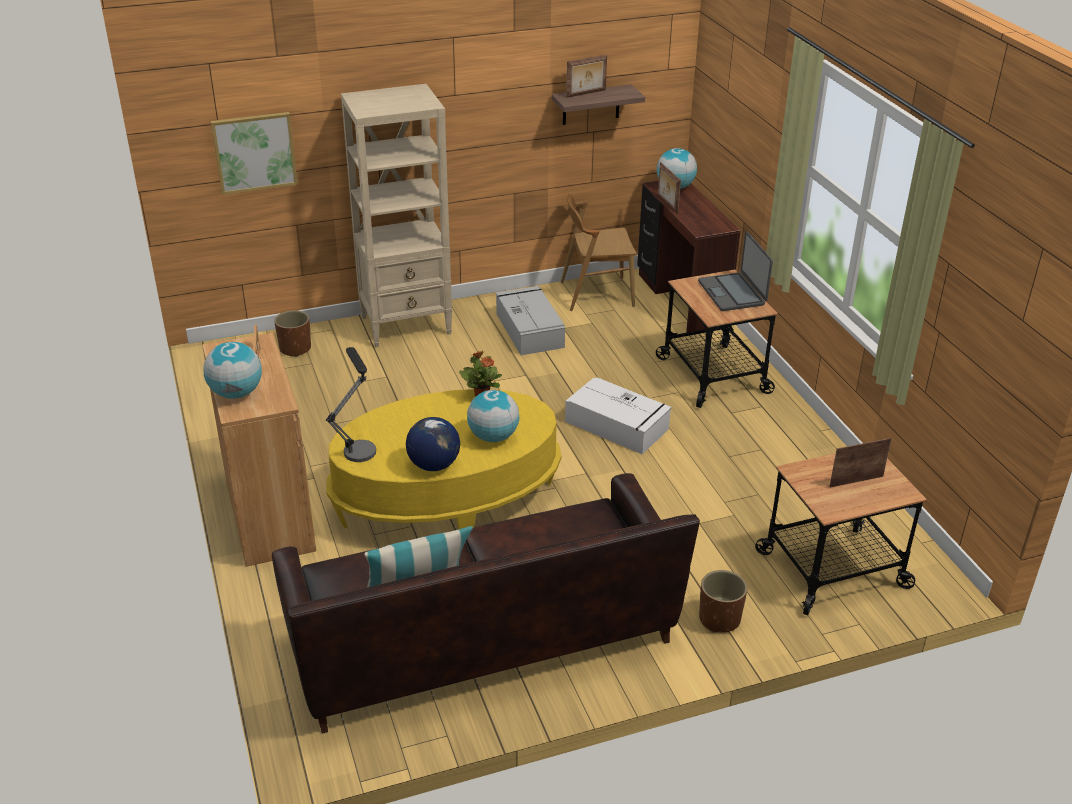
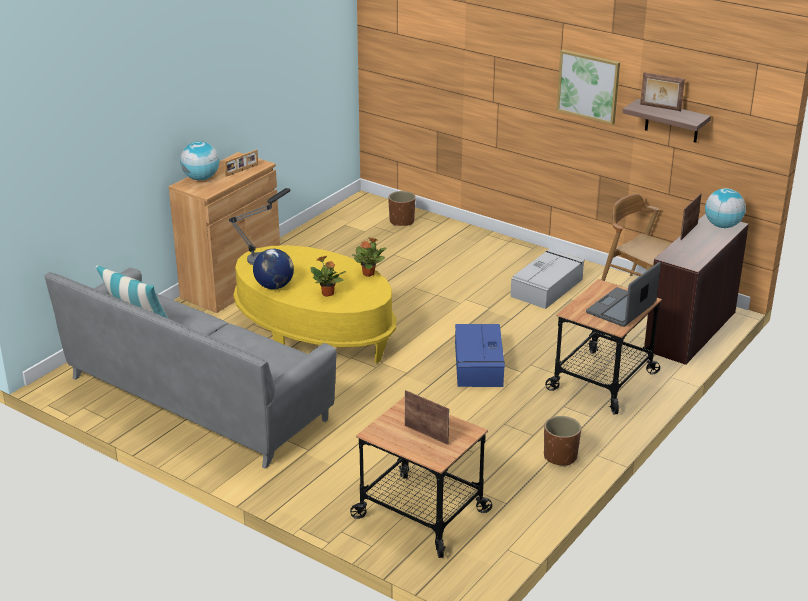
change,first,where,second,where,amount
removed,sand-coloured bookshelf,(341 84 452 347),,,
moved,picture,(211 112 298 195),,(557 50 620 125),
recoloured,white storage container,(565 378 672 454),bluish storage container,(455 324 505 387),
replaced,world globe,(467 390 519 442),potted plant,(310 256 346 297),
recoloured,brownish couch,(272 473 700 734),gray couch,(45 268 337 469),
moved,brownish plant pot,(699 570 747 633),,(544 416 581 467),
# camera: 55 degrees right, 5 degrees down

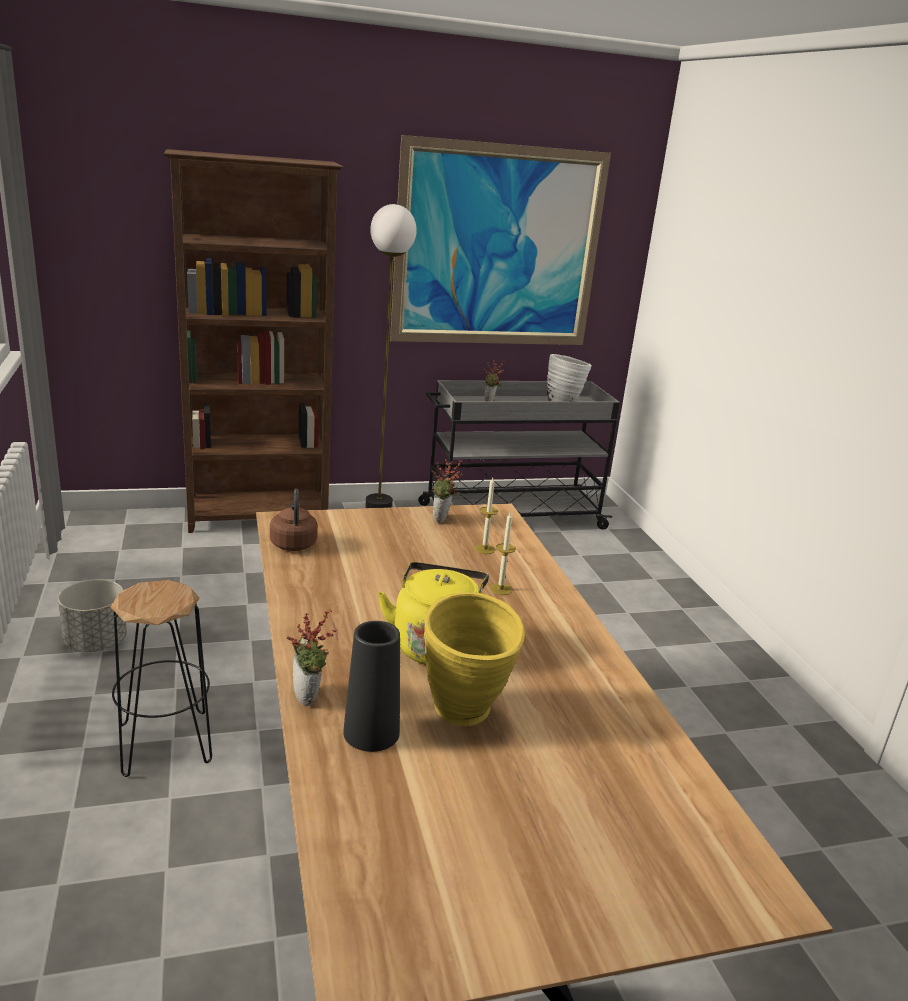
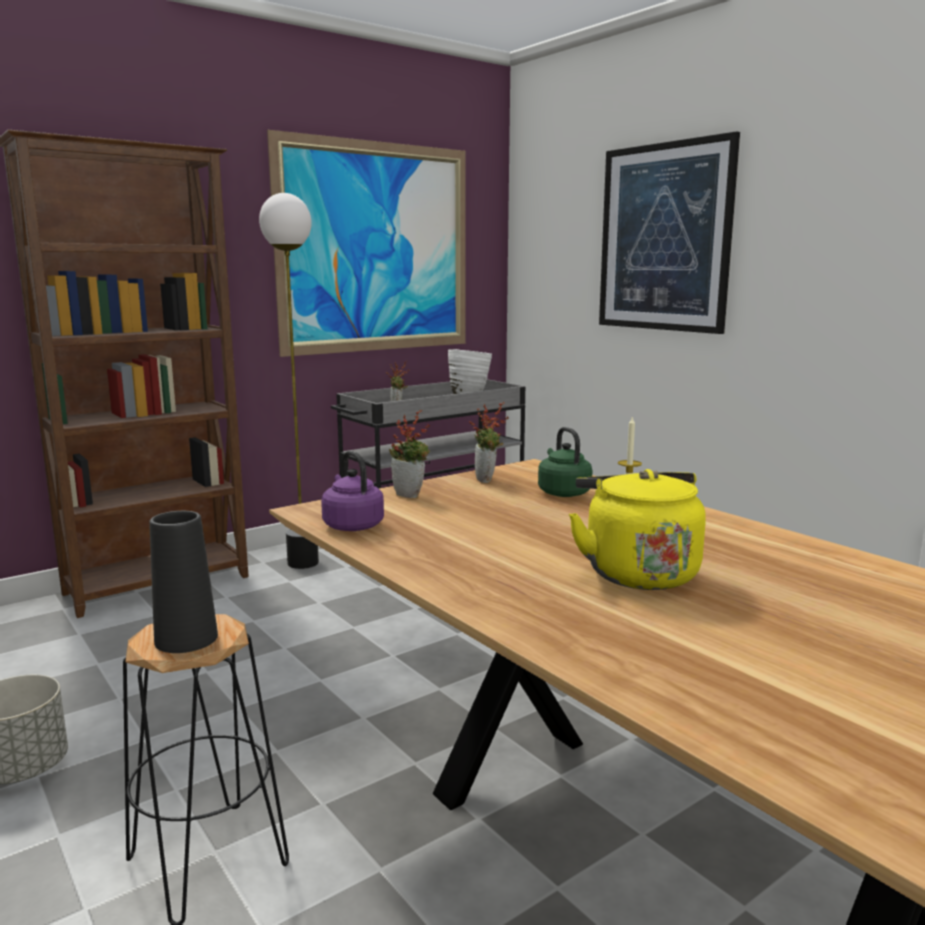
change,first,where,second,where,amount
replaced,wax candle,(474 478 498 554),green water kettle,(538 427 592 497),
recoloured,brownish water kettle,(270 489 318 551),purple water kettle,(321 451 384 531),
removed,yellow-coloured flower vase,(424 592 525 727),,,
moved,potted plant,(286 610 338 706),,(389 410 430 498),
moved,blackish flower vase,(343 621 400 752),,(150 511 218 653),
added,,,picture,(599 131 740 334),
# camera: 20 degrees left, 10 degrees down

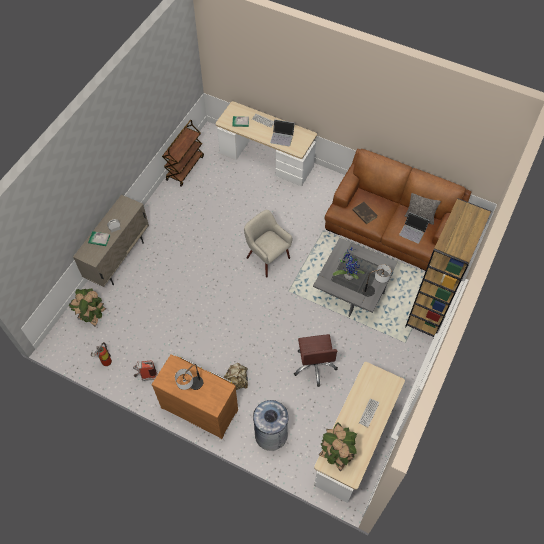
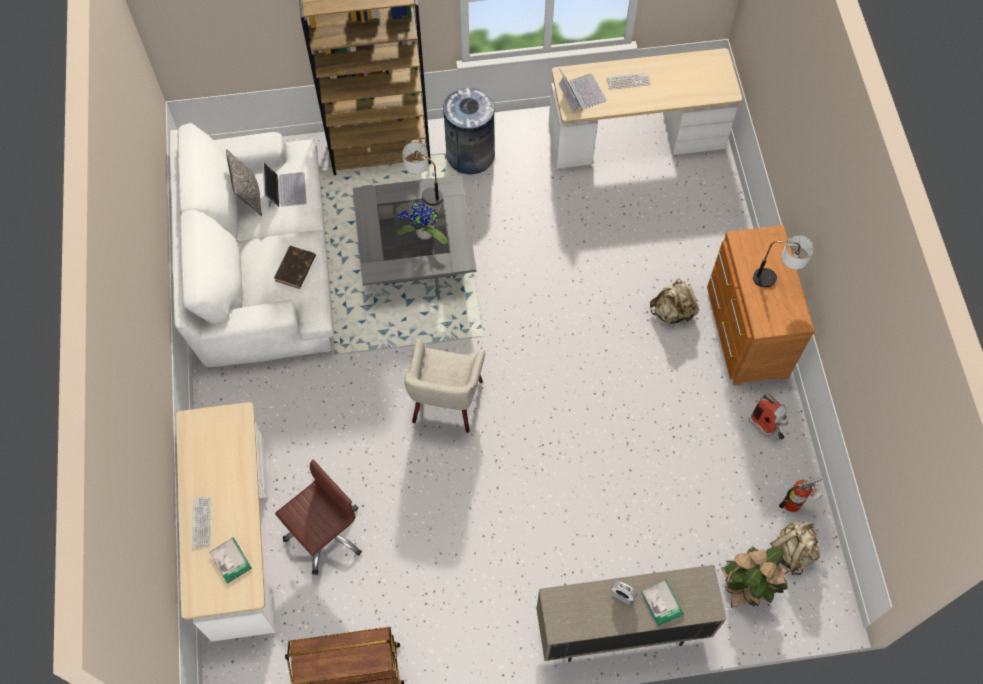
change,first,where,second,where,amount
moved,notebook computer,(270 119 295 146),,(559 69 607 112),
recoloured,brownish couch,(325 149 471 271),white couch,(170 123 334 367),
moved,brownish computer chair,(294 334 338 387),,(275 459 362 575),
moved,gray trash can,(253 400 289 451),,(443 87 495 175),
removed,potted plant,(318 423 357 472),,,
added,,,sand-coloured rucksack,(770 521 820 575),
# camera: 125 degrees left, 5 degrees up

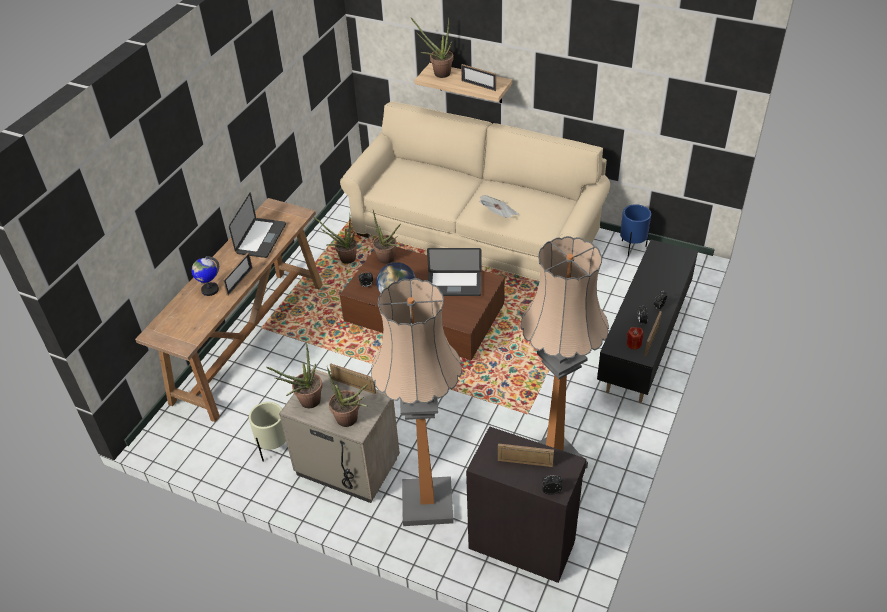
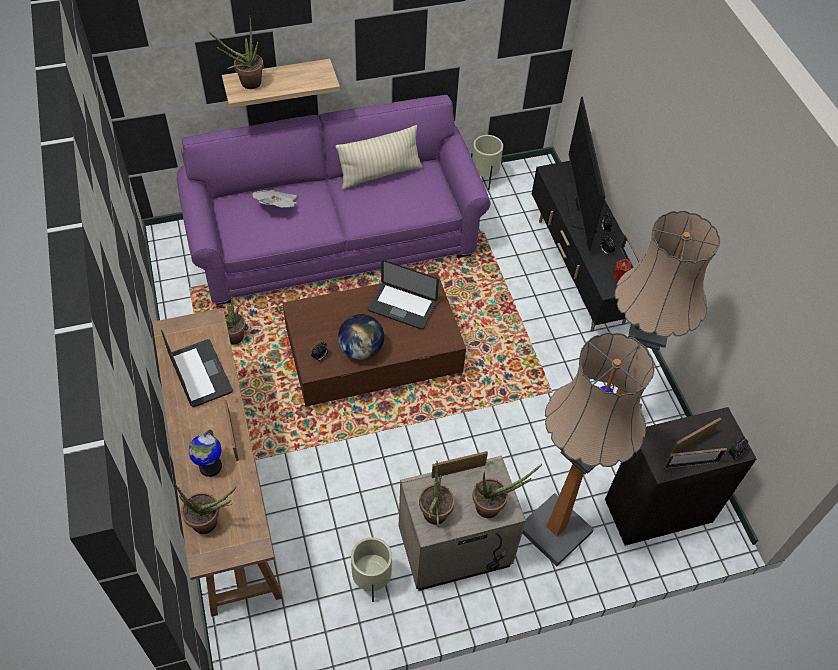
change,first,where,second,where,amount
moved,photo frame,(461 64 496 91),,(664 448 727 469),
recoloured,sand-coloured couch,(340 101 610 281),purple couch,(177 95 491 305),
moved,newspaper,(479 195 519 218),,(252 190 297 208),
recoloured,bluish plant pot,(620 204 651 256),sand-coloured plant pot,(471 135 503 190),
moved,potted plant,(372 210 401 264),,(175 484 237 534),
turned,notebook computer,(427 248 482 296),,(367 260 439 330),60 degrees clockwise
added,,,TV set,(564 97 605 250),
added,,,sand-coloured pillow,(336 125 423 190),
# camera: 45 degrees left, 10 degrees up

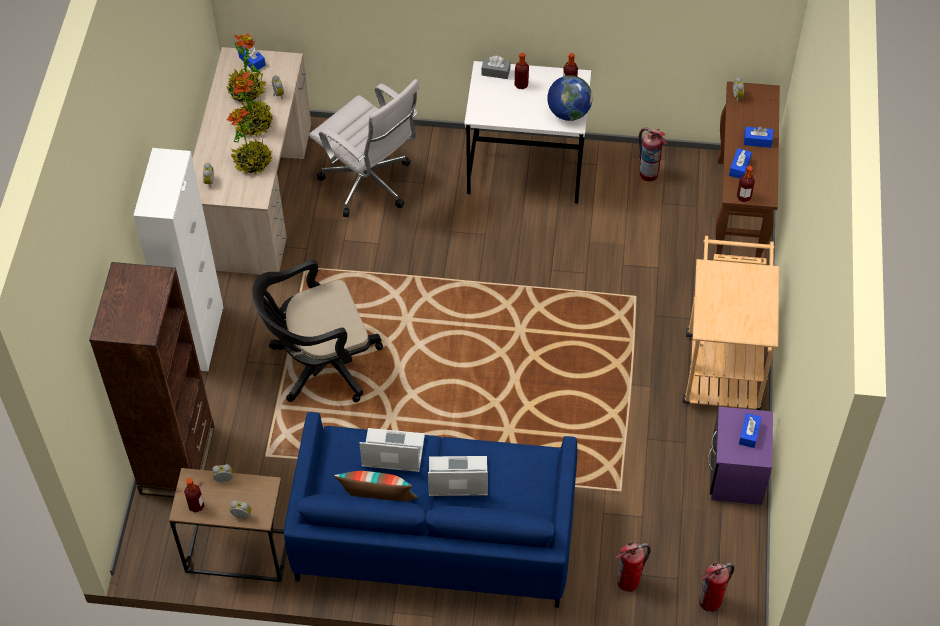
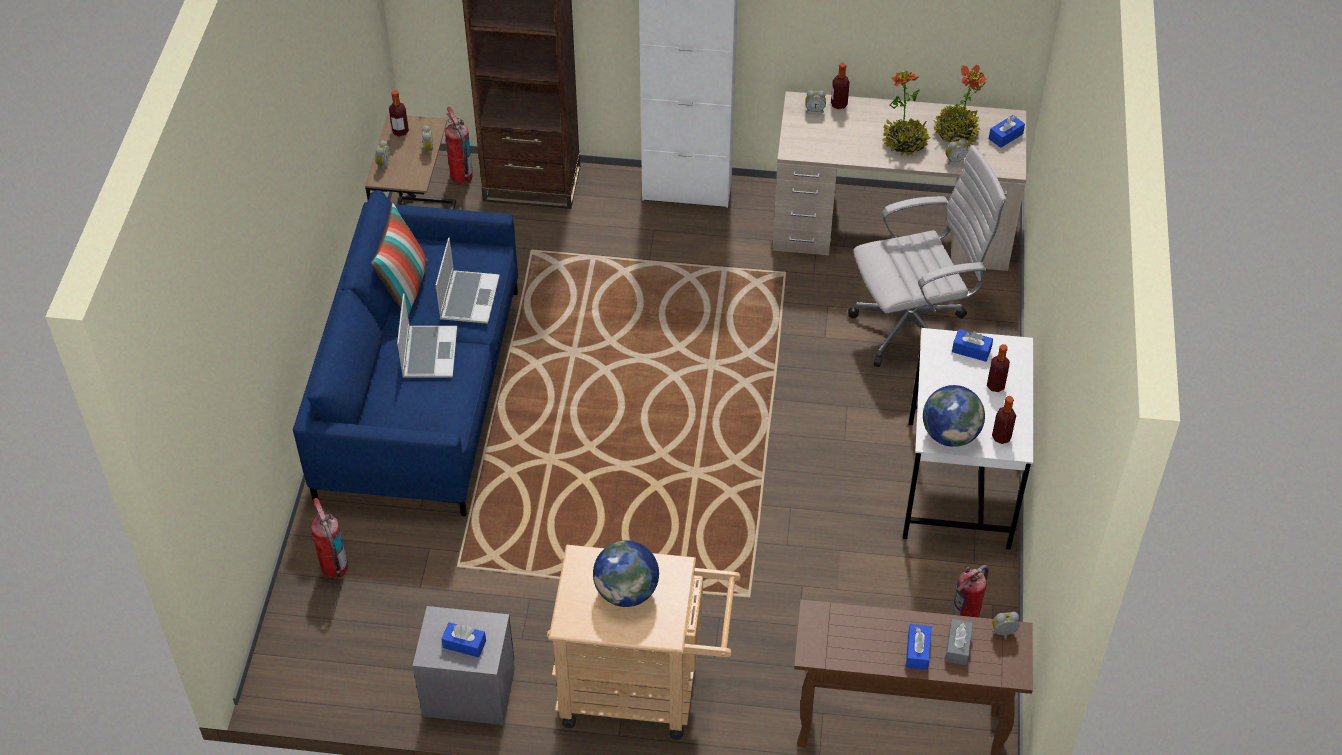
change,first,where,second,where,amount
moved,gray tissue holder,(481 56 511 79),,(945 619 973 665),
turned,white computer chair,(309 79 419 217),,(848 145 1007 367),150 degrees counterclockwise
removed,potted plant,(227 109 272 175),,,
moved,bluish tissue holder,(729 148 752 179),,(952 329 993 362),
moved,beverage bottle,(737 166 755 202),,(831 63 850 109),
removed,blackish computer chair,(252 260 383 402),,,
recoloured,purple bedside table,(708 407 773 505),gray bedside table,(412 606 515 725),
moved,fire-fighting cylinder,(699 561 735 612),,(445 107 473 184),
added,,,world globe,(593 540 659 607),
# camera: 90 degrees right, 5 degrees down

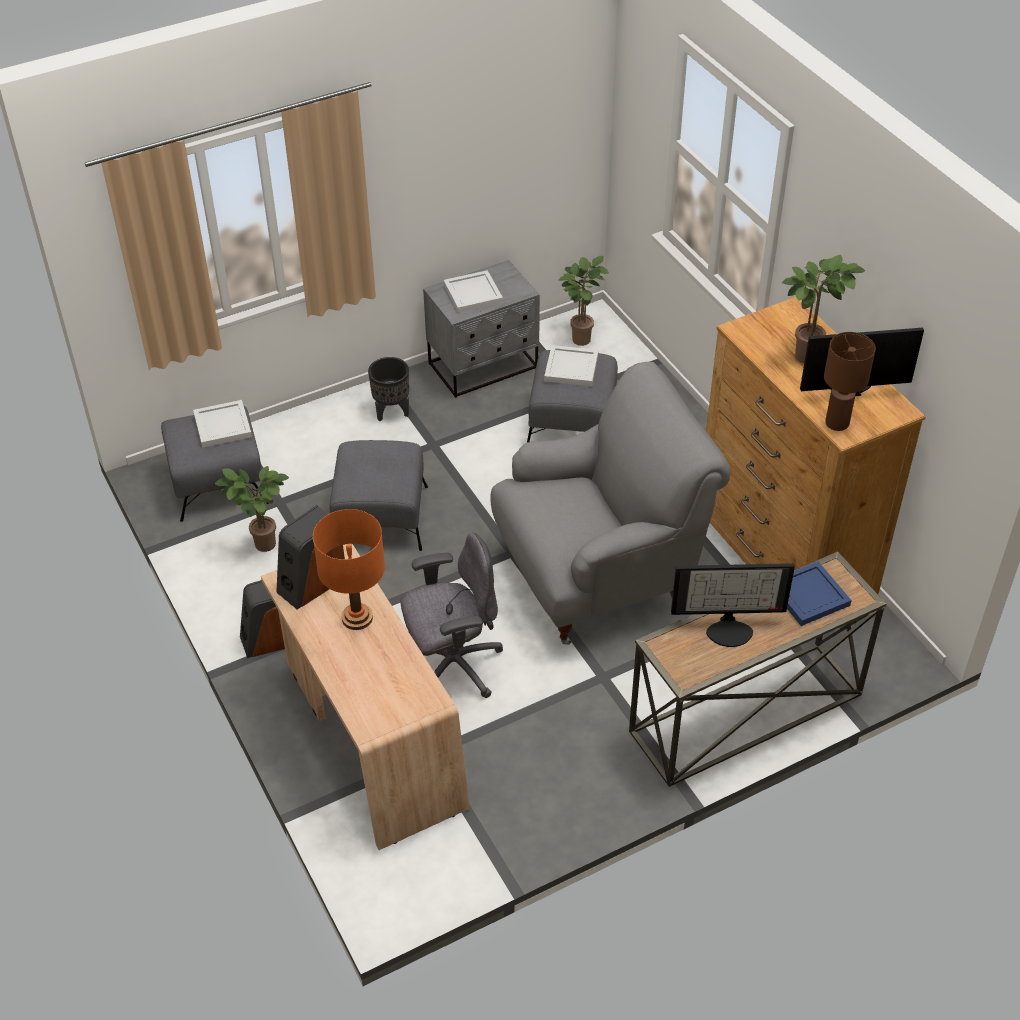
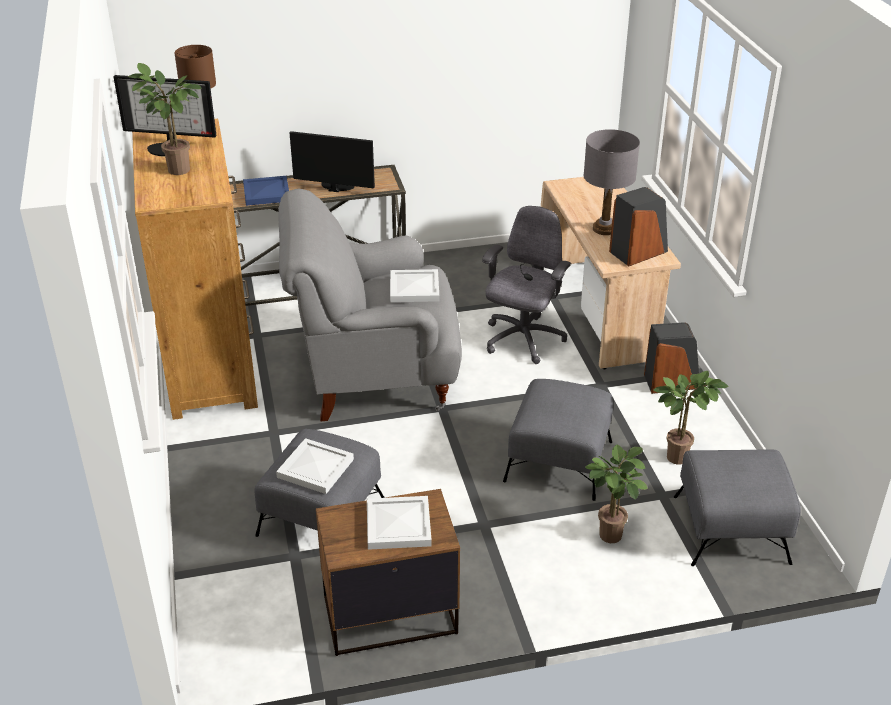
change,first,where,second,where,amount
moved,potted plant,(558 256 609 346),,(585 445 648 543),
recoloured,gray bedside table,(423 260 540 398),brownish bedside table,(316 489 460 656),
removed,blackish plant pot,(368 357 409 421),,,
moved,white carrying tray,(193 400 252 448),,(390 269 439 302),
recoloured,orange-coloured tabletop lamp,(313 509 385 630),gray tabletop lamp,(584 129 640 235),
turned,gray computer chair,(400 533 503 698),,(482 206 571 364),120 degrees clockwise
# camera: 165 degrees left, 10 degrees down

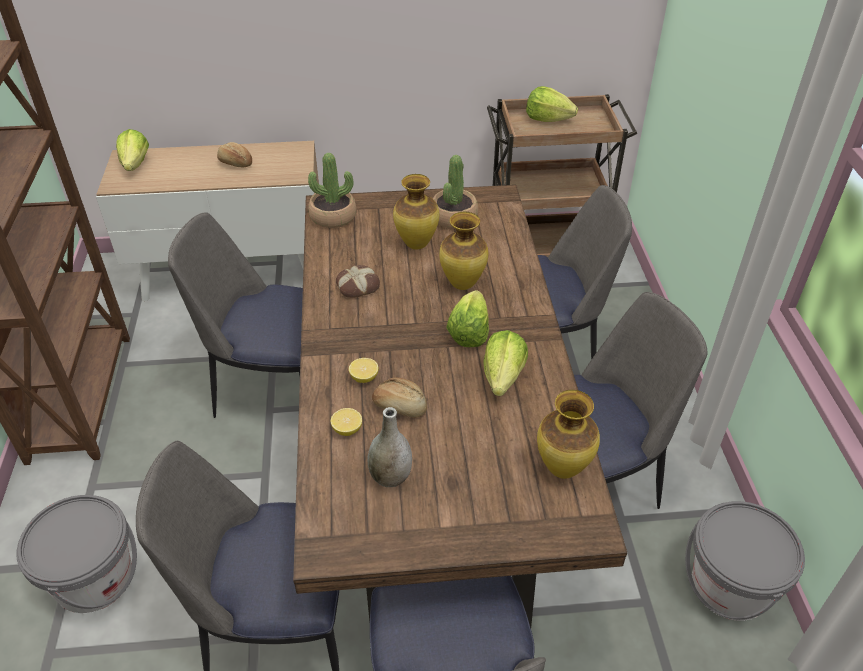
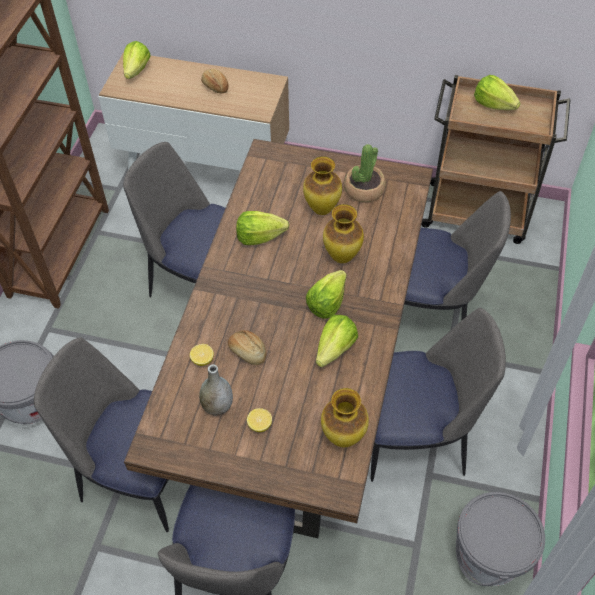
change,first,where,second,where,amount
removed,potted plant,(308 153 357 228),,,
replaced,bakery bread,(336 265 380 298),lettuce head,(236 211 289 245),
moved,citrus fruit,(349 358 379 383),,(247 408 272 432),
# camera: 20 degrees right, 10 degrees up

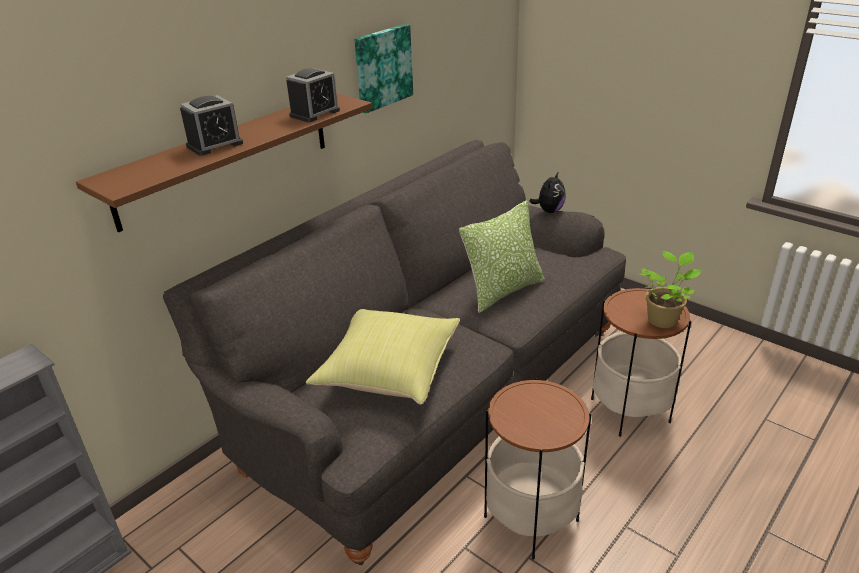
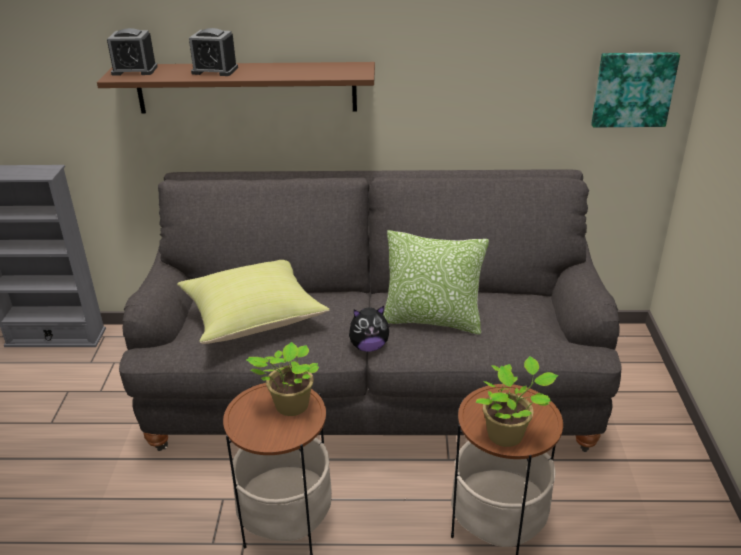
change,first,where,second,where,amount
moved,picture,(355 24 413 113),,(591 52 680 127),
moved,alarm clock,(286 68 340 122),,(107 28 158 76),
moved,plush toy,(529 171 566 213),,(349 306 390 352),
added,,,potted plant,(246 342 319 416),
# camera: 50 degrees right, 0 degrees up

